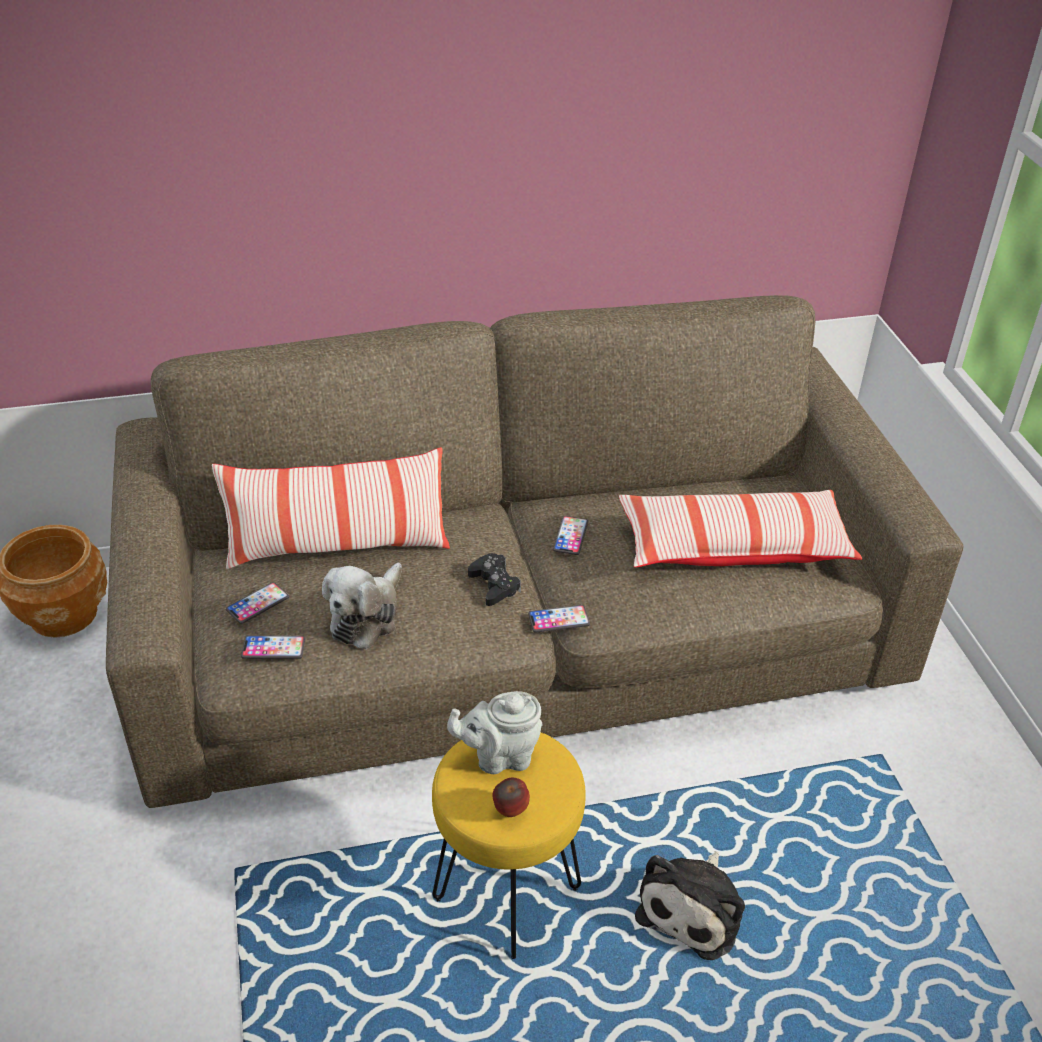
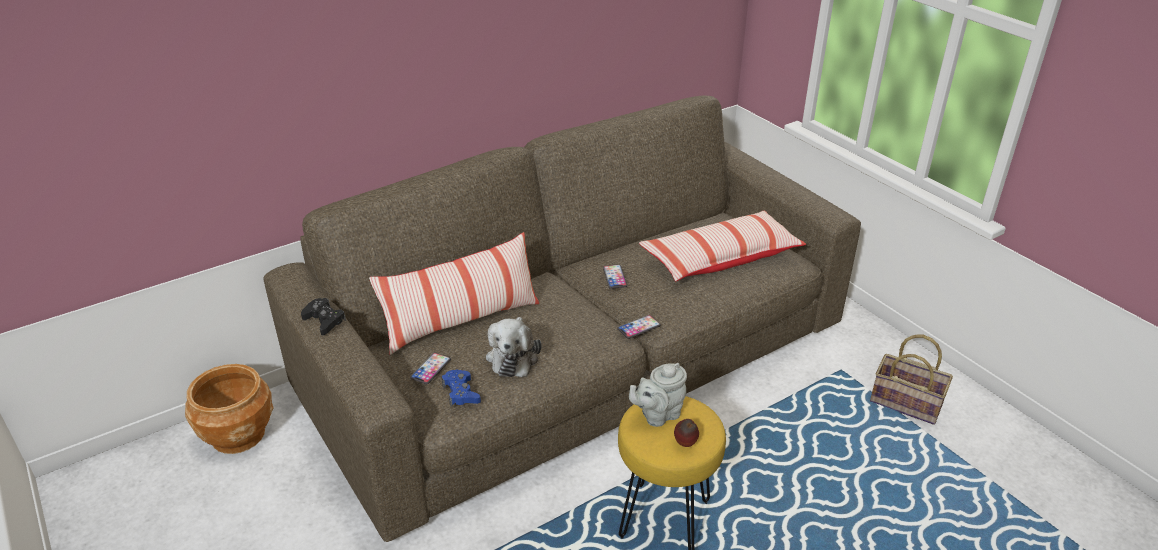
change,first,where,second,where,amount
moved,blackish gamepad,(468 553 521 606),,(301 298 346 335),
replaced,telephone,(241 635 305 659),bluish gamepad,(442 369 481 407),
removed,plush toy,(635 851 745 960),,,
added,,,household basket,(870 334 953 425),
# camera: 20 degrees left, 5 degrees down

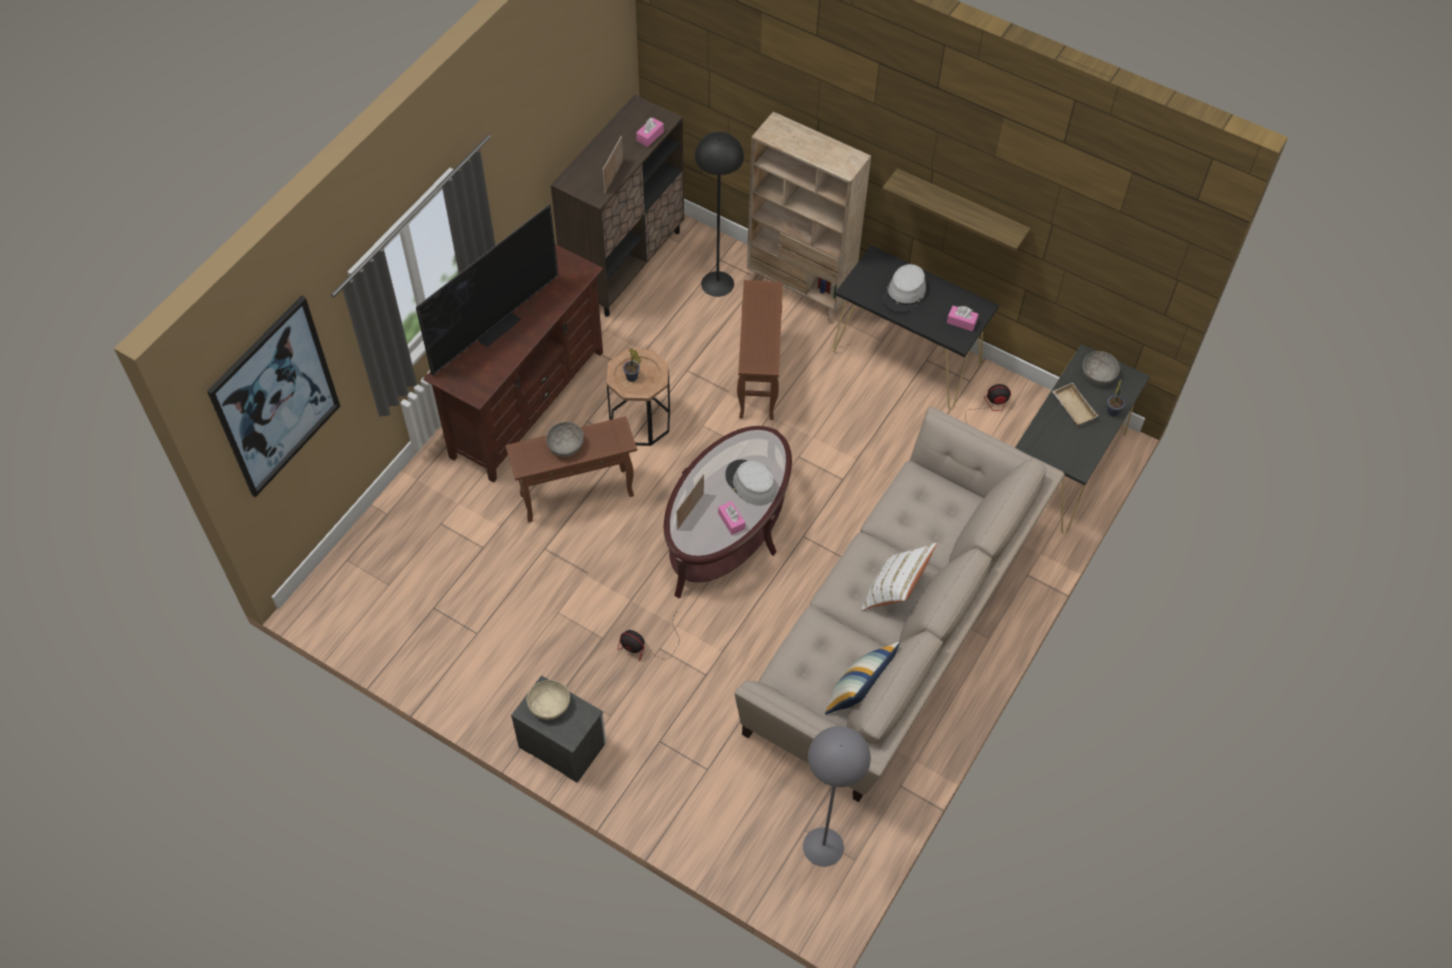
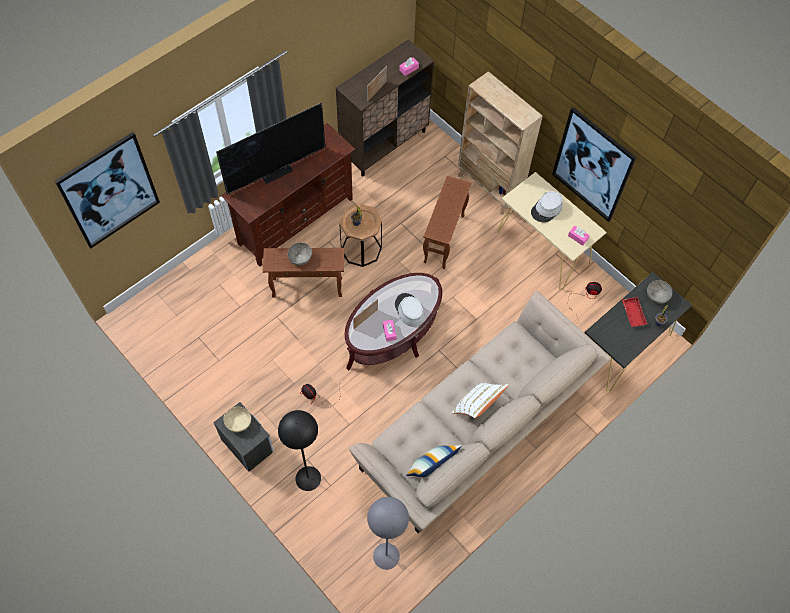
change,first,where,second,where,amount
moved,blackish floor lamp,(695 132 744 297),,(278 410 321 491),
replaced,bracket shelf,(882 168 1031 252),picture,(552 107 636 222),
recoloured,blackish narrow table,(832 245 999 409),sand-coloured narrow table,(497 172 606 290),
recoloured,sand-coloured carrying tray,(1052 383 1098 426),reddish carrying tray,(622 297 647 327),
# camera: 15 degrees right, 5 degrees up

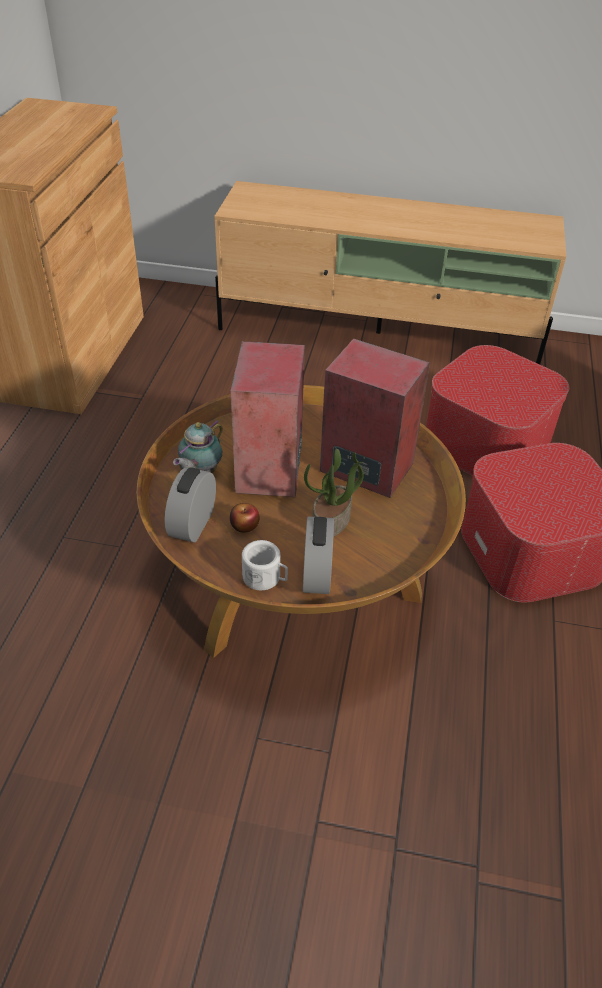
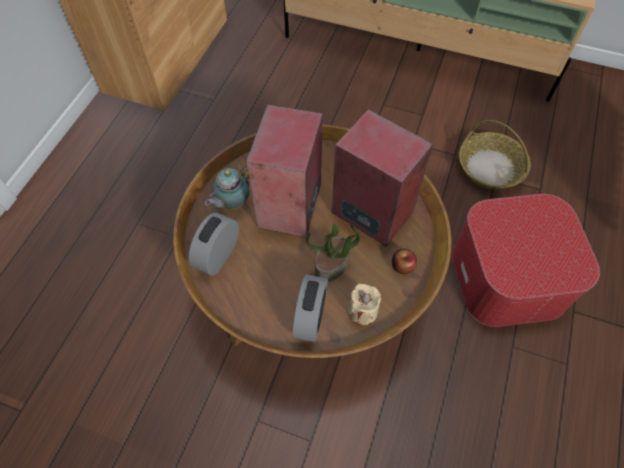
change,first,where,second,where,amount
replaced,ottoman,(426 345 569 476),household basket,(459 120 531 189),
moved,whole apple,(230 503 260 533),,(392 249 417 274),
removed,white coffee mug,(242 540 288 590),,,
added,,,sand-coloured wax candle,(348 284 381 325),
# camera: 10 degrees right, 15 degrees up

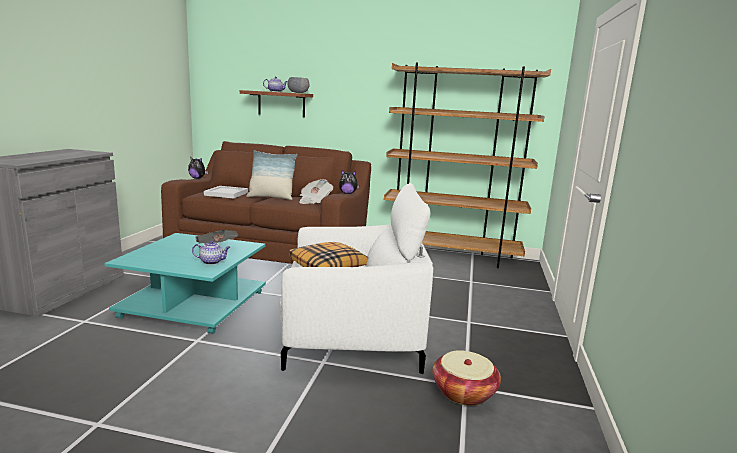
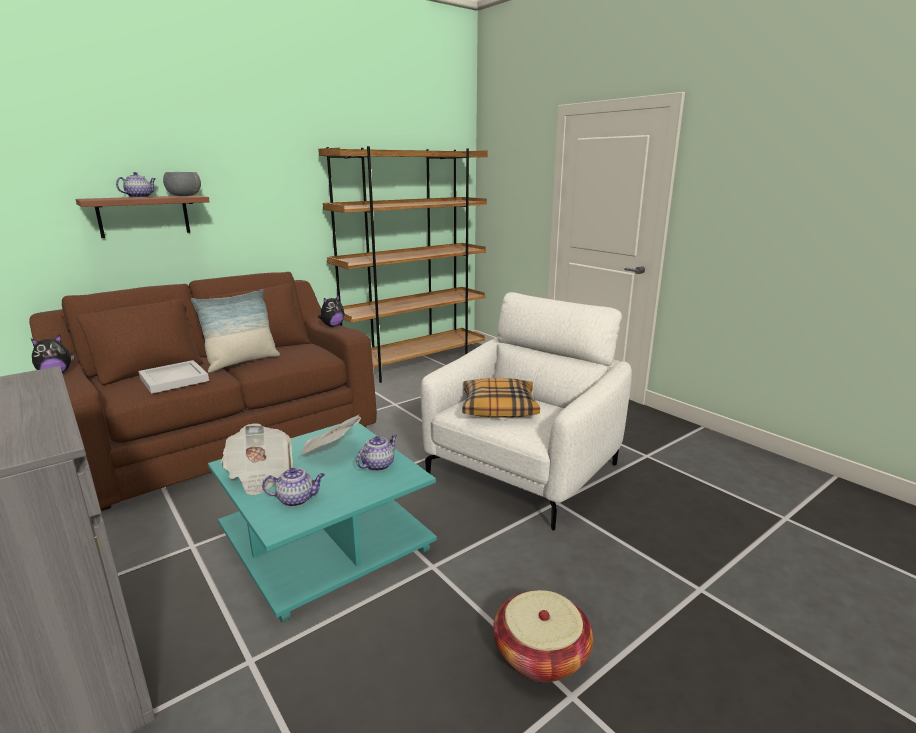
change,first,where,second,where,amount
moved,newspaper,(299 179 333 204),,(221 423 293 495),
moved,household basket,(432 350 501 406),,(493 590 593 682),
added,,,tea pot,(262 468 325 507),
# camera: 50 degrees left, 5 degrees up

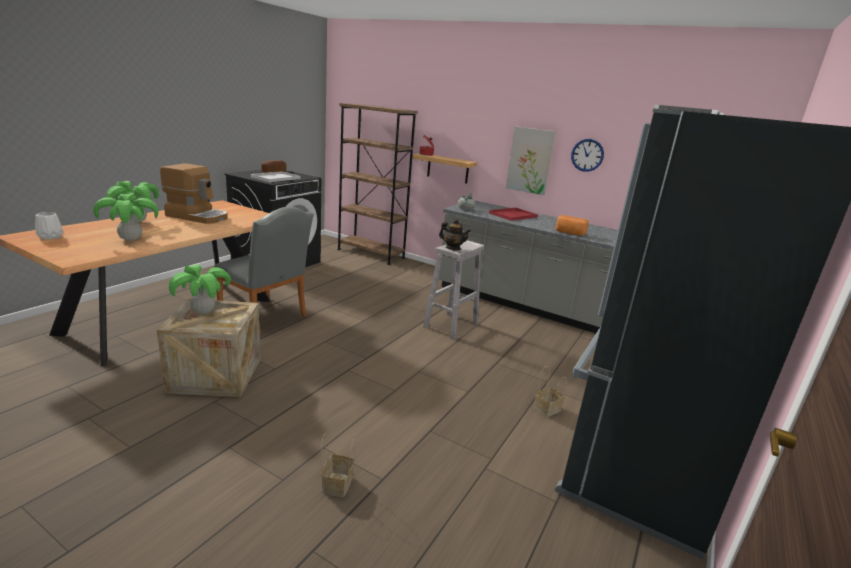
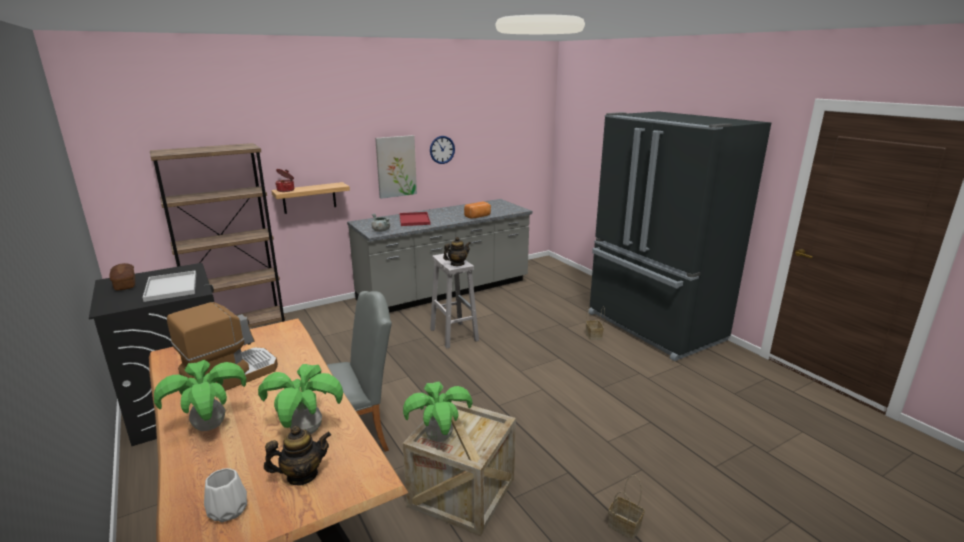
change,first,where,second,where,amount
moved,household basket,(321 433 356 497),,(608 475 645 539),
added,,,tea pot,(264 426 331 486),
# camera: 60 degrees left, 0 degrees up

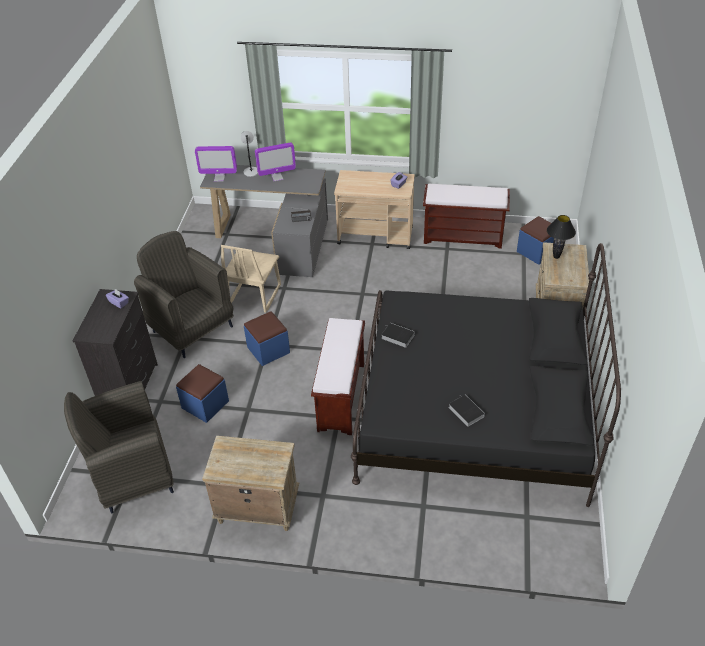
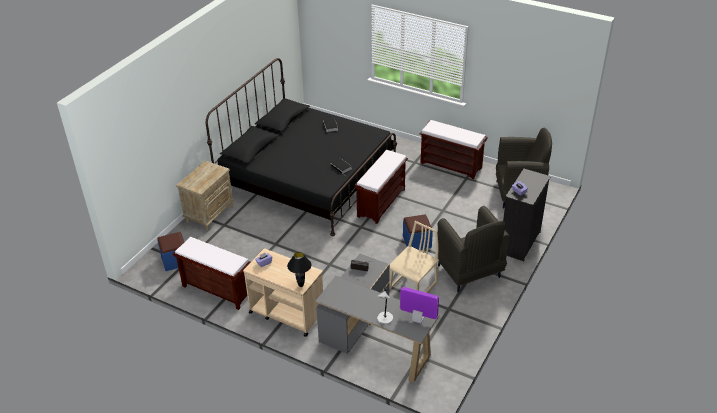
change,first,where,second,where,amount
removed,computer display,(255 142 296 181),,,
moved,blackish tabletop lamp,(547 215 576 259),,(287 252 311 287),
removed,bluish ottoman,(176 364 229 423),,,
replaced,sand-coloured bedside table,(202 435 299 531),brownish long seat,(420 120 488 179),
# camera: 160 degrees left, 5 degrees down

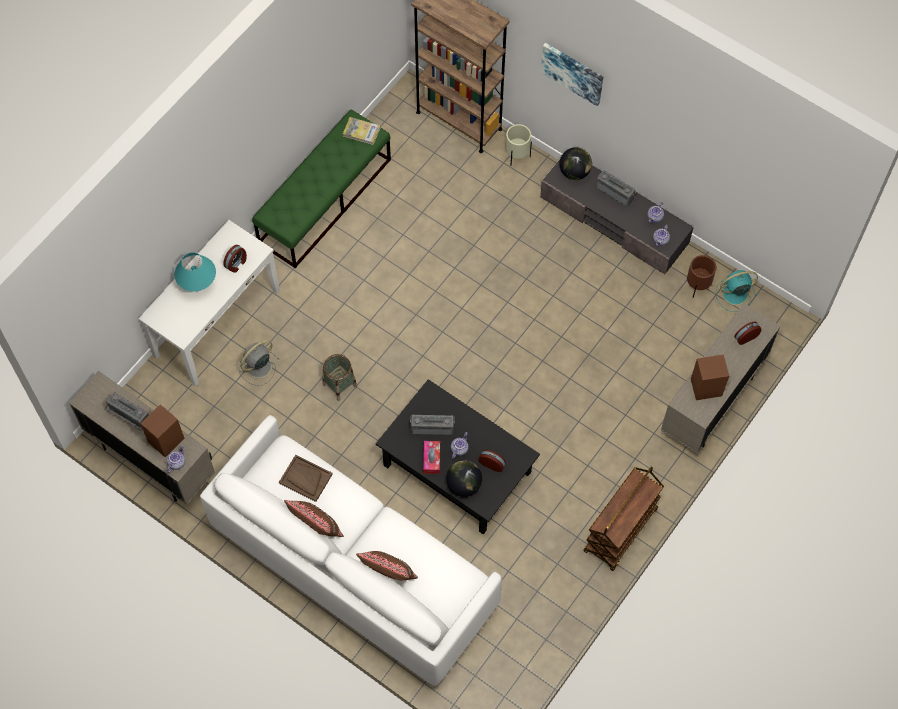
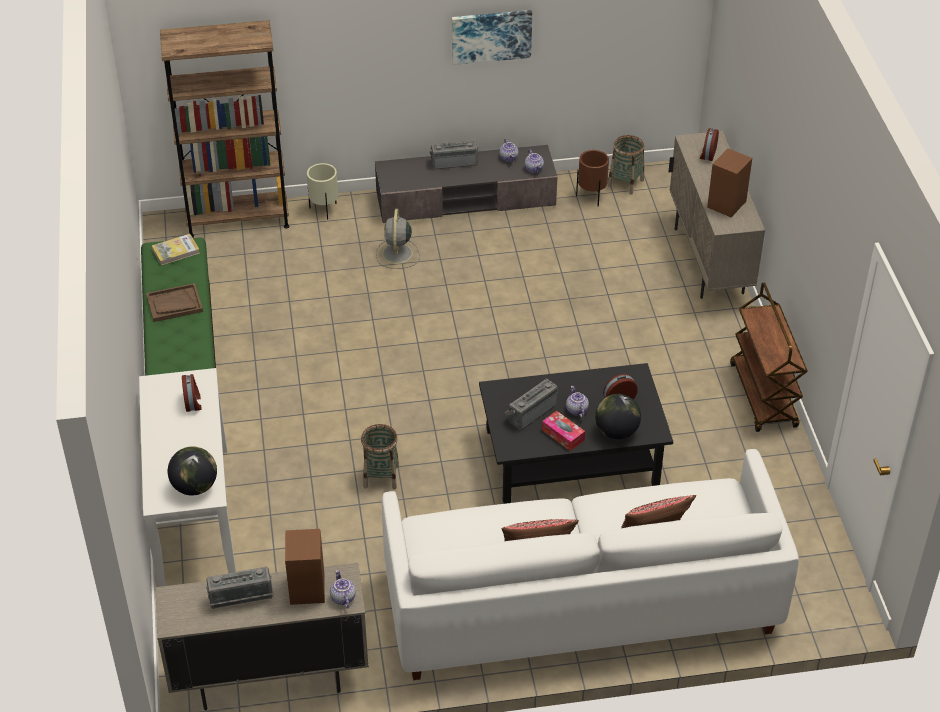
change,first,where,second,where,amount
moved,picture,(541 43 603 106),,(452 10 532 65),
moved,world globe,(559 147 592 180),,(168 446 217 496),
removed,blue-green tabletop lamp,(174 252 216 292),,,
replaced,blue-green cooling fan,(716 270 758 312),household basket,(608 135 644 195),
moved,gray cooling fan,(239 340 279 386),,(376 209 420 269),
moved,brownish carrying tray,(279 455 333 502),,(146 283 203 322),
# camera: 45 degrees left, 20 degrees down

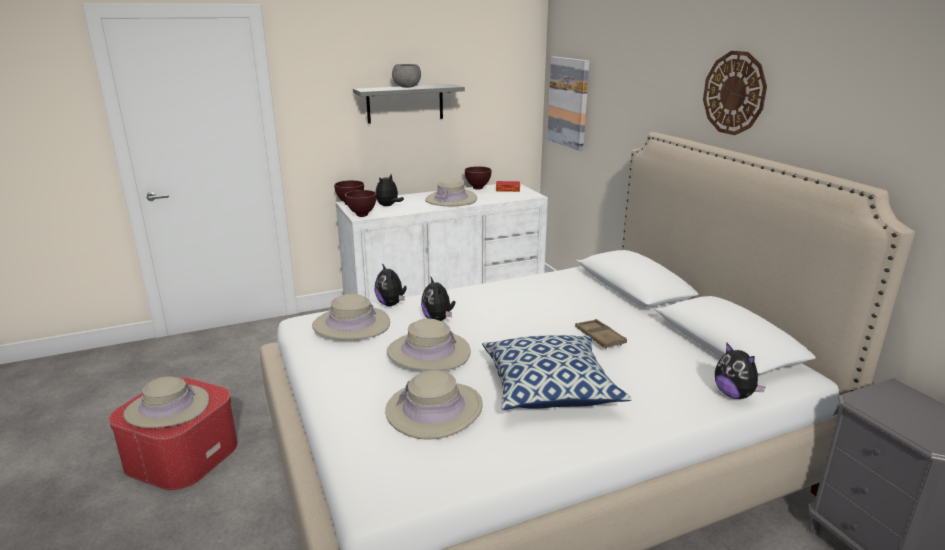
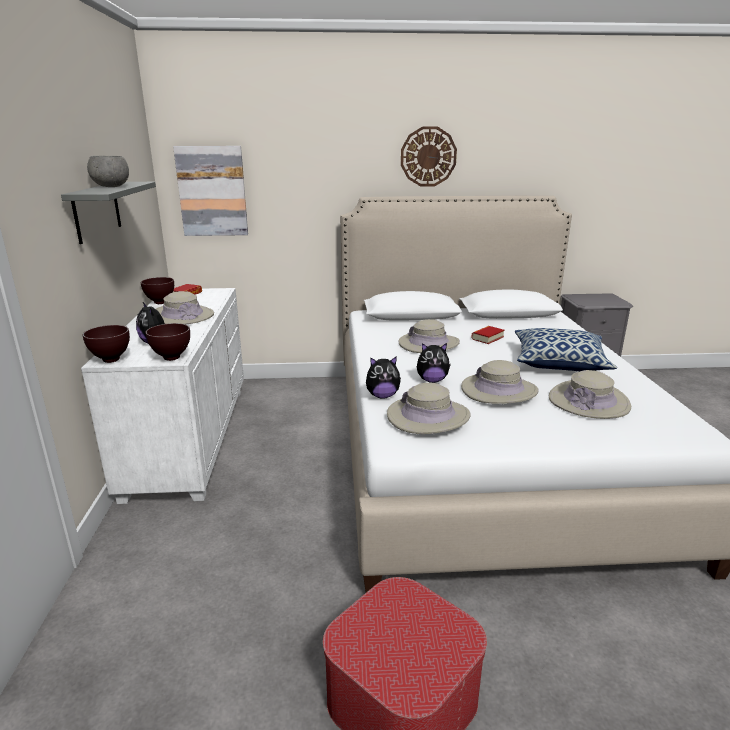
change,first,where,second,where,amount
replaced,brownish carrying tray,(575 319 627 349),volume,(471 326 505 344),
removed,plush toy,(715 343 766 399),,,
moved,sand-coloured hat,(123 376 209 428),,(399 319 460 353),
# camera: 70 degrees left, 0 degrees up

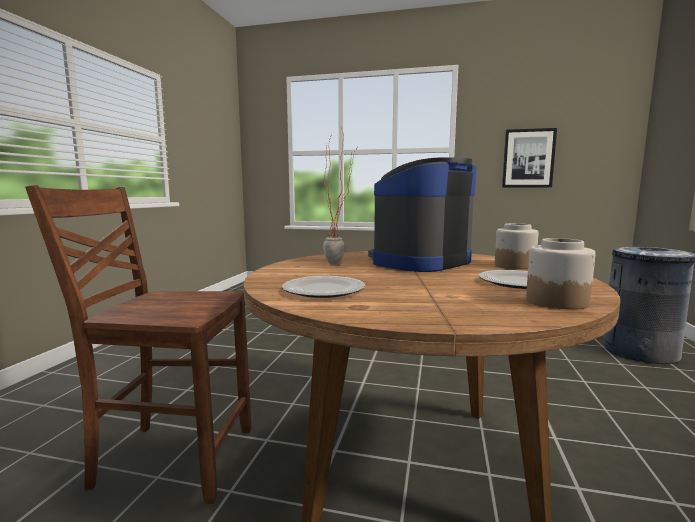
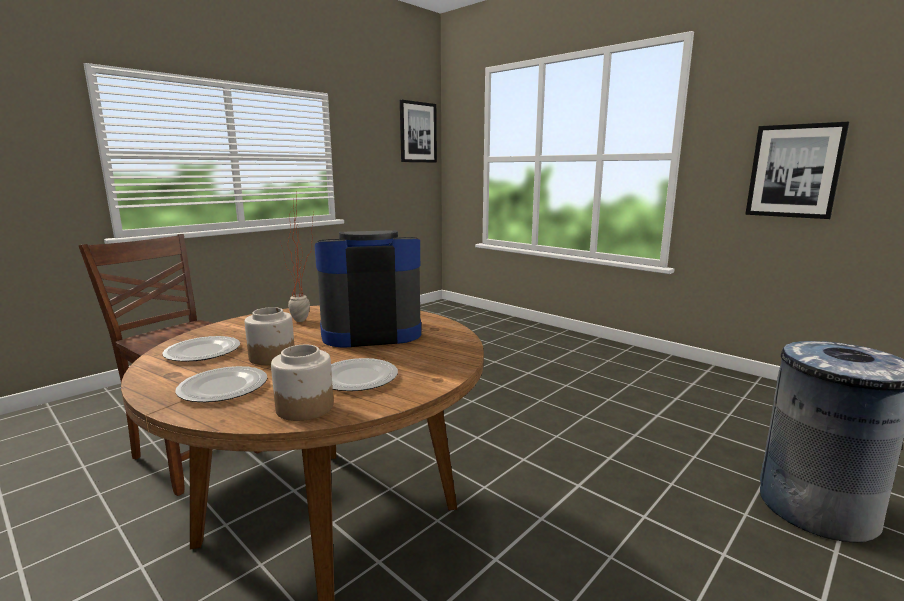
change,first,where,second,where,amount
moved,storage jar,(495 223 539 269),,(245 307 295 365),
added,,,picture,(400 100 437 163),
added,,,dinner plate,(175 366 267 402),
# camera: 30 degrees right, 5 degrees up

